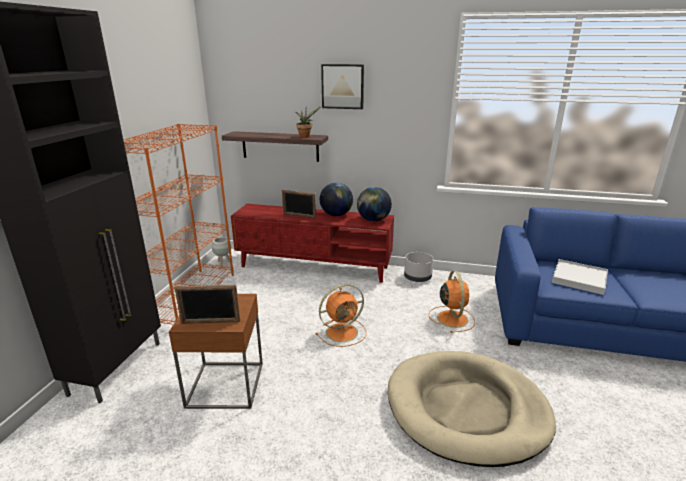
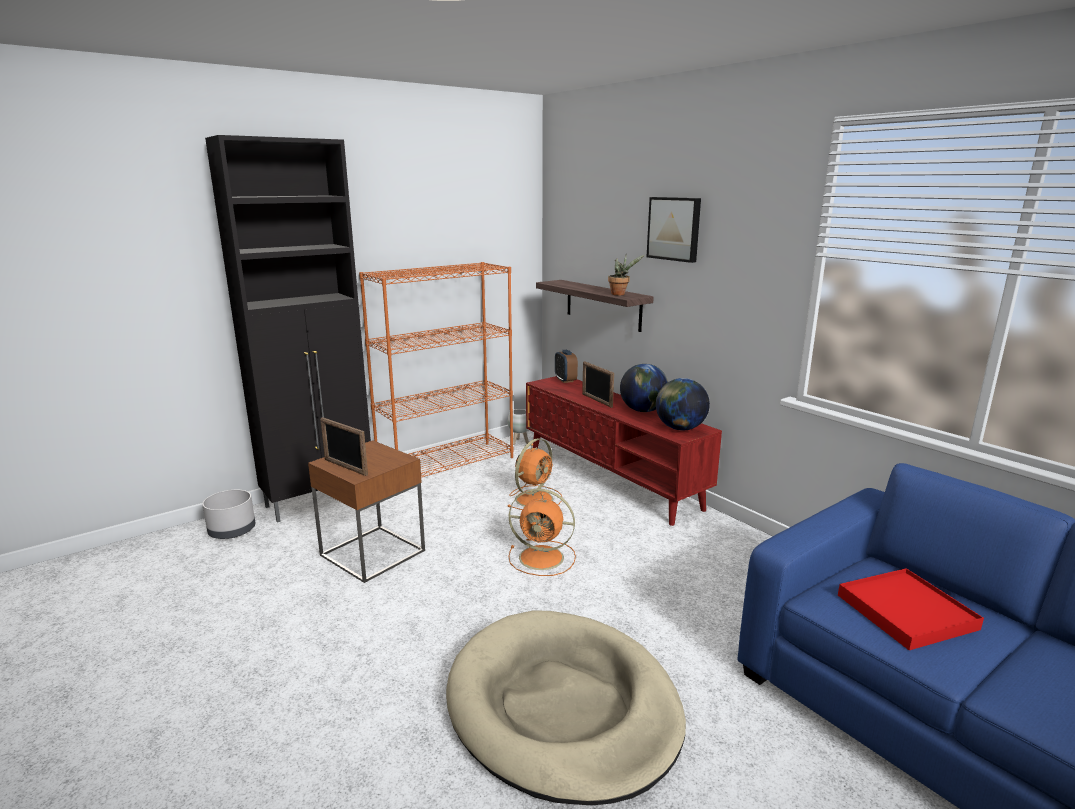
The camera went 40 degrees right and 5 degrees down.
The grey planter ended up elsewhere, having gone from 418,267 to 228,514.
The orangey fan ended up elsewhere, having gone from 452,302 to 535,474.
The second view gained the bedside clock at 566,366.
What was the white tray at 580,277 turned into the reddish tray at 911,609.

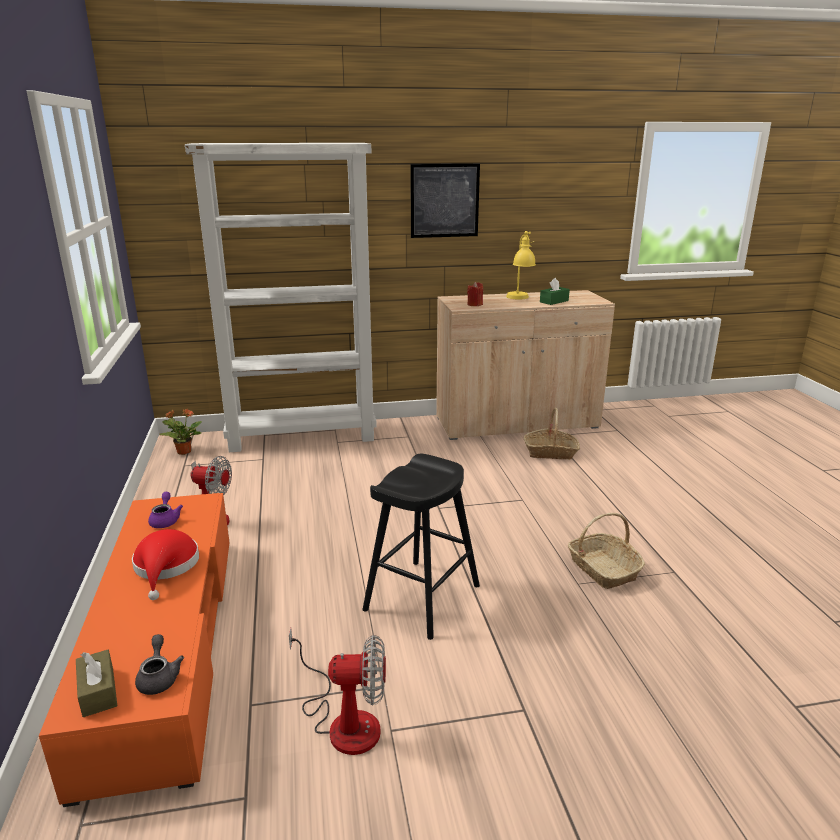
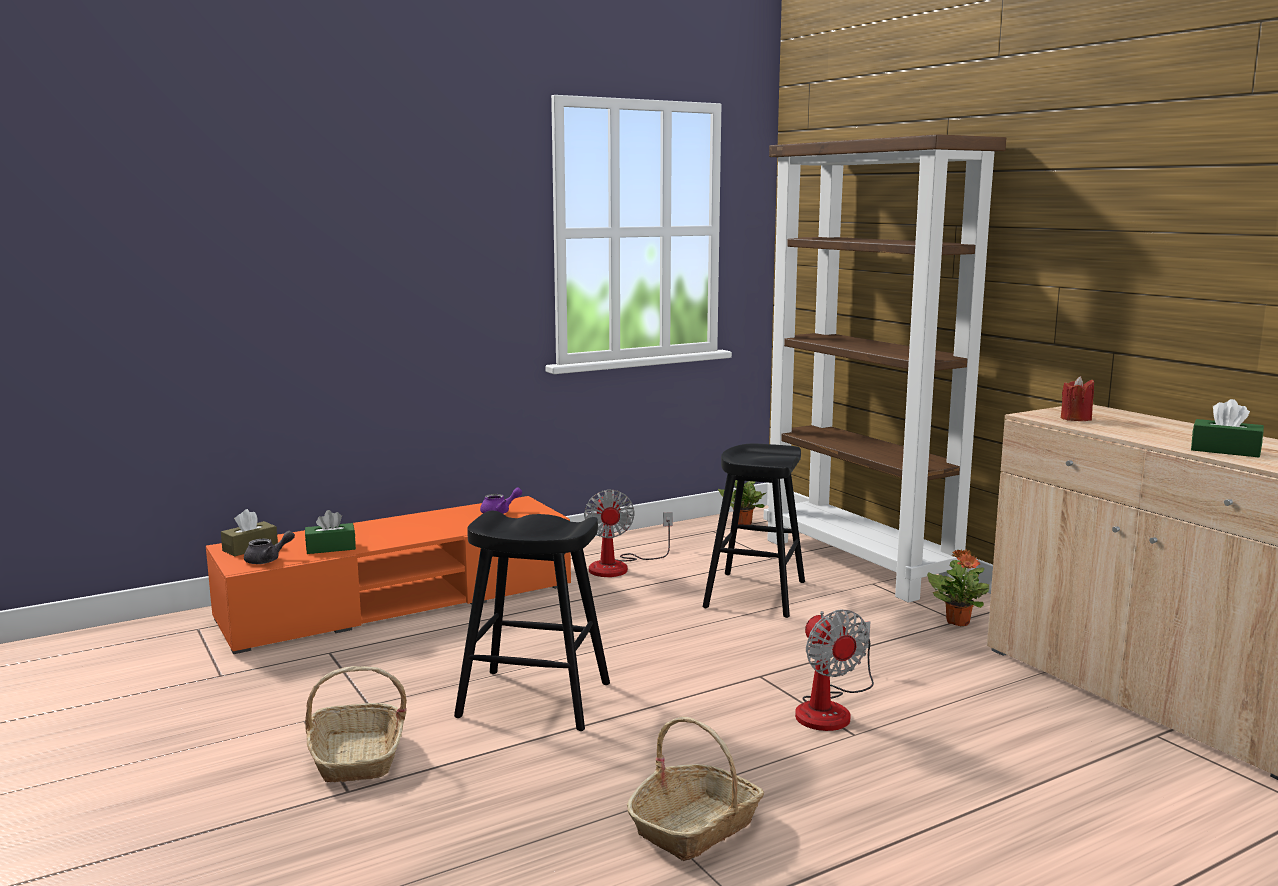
The camera went 70 degrees right and 10 degrees down.
The second view gained the green-coloured tissue box at 330,532.
The household basket ended up elsewhere, having gone from 552,434 to 356,724.
The second view gained the black sitting stool at 754,531.
What was the white shelving unit at 281,297 turned into the brown shelving unit at 885,368.
The fan ended up elsewhere, having gone from 337,691 to 834,670.
The second view gained the potted plant at 958,587.
The second view lost the reddish wearable hat at 165,564.
The second view lost the picture at 445,201.
The second view lost the yellow-coloured tabletop lamp at 521,265.

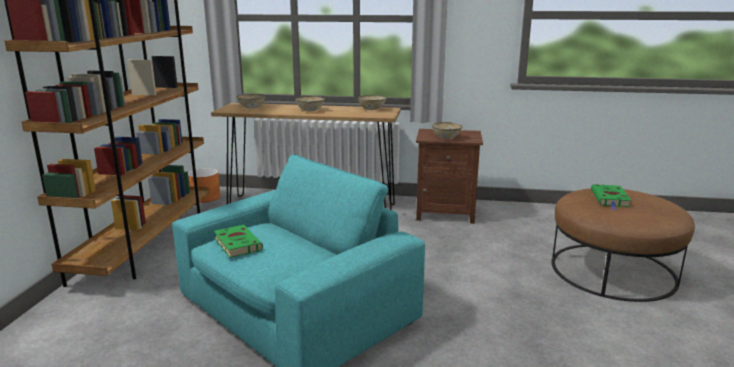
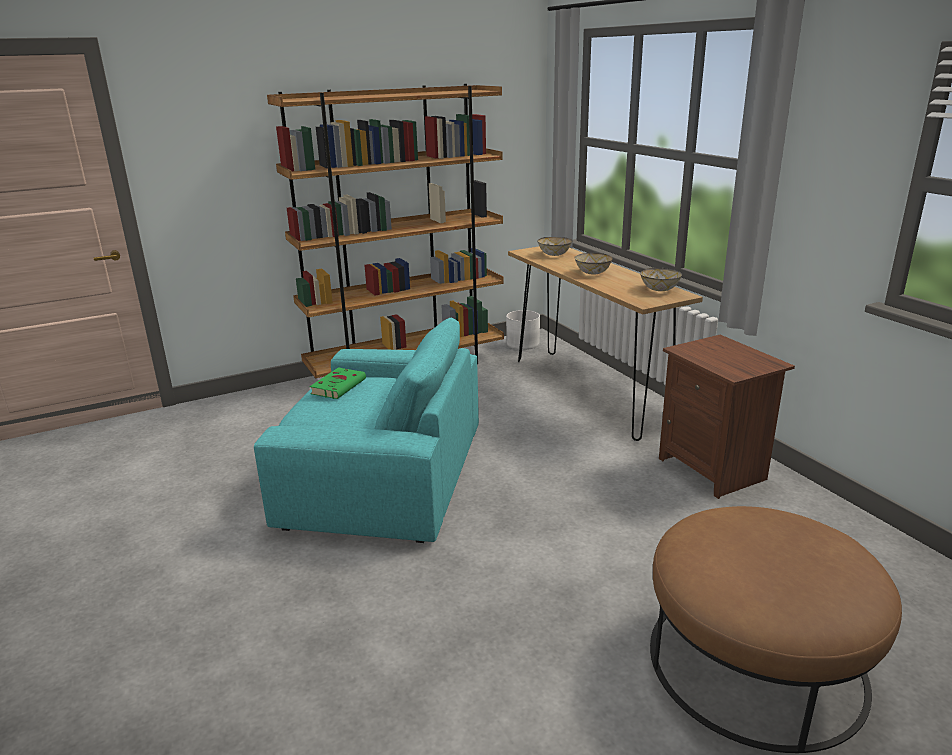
The camera went 55 degrees right and 5 degrees up.
What was the orangey planter at 204,185 turned into the white planter at 523,330.
The second view lost the deep dish at 447,130.
The second view lost the green-coloured bound book at 611,197.

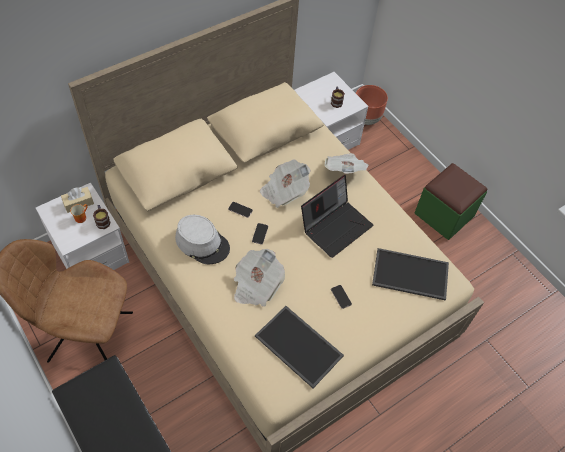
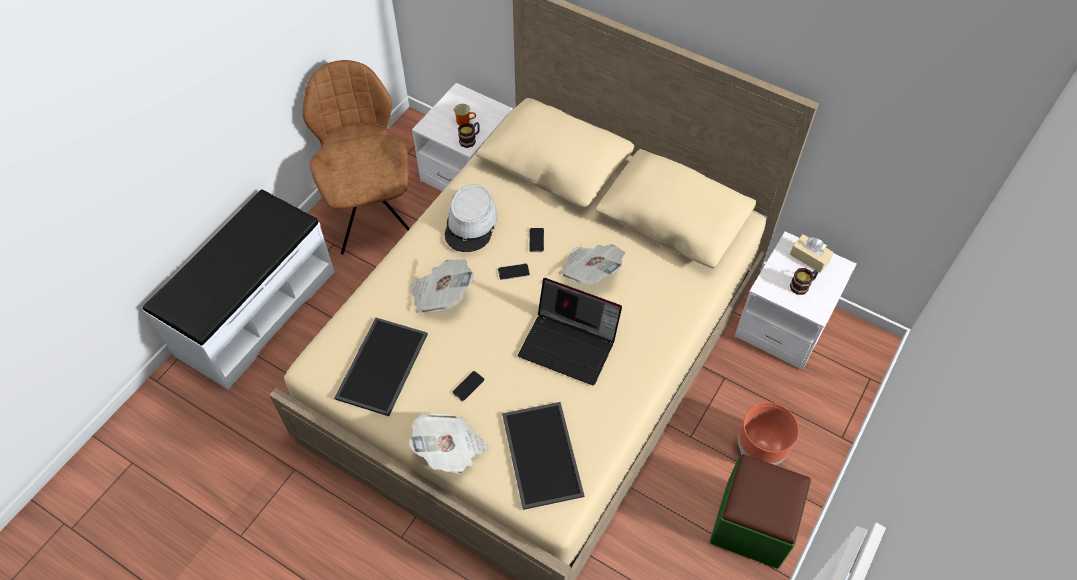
The camera went 70 degrees right and 0 degrees up.
The daily paper ended up elsewhere, having gone from 346,163 to 448,443.
The brown planter ended up elsewhere, having gone from 372,105 to 768,434.
The sand-coloured tissue box ended up elsewhere, having gone from 77,200 to 812,253.

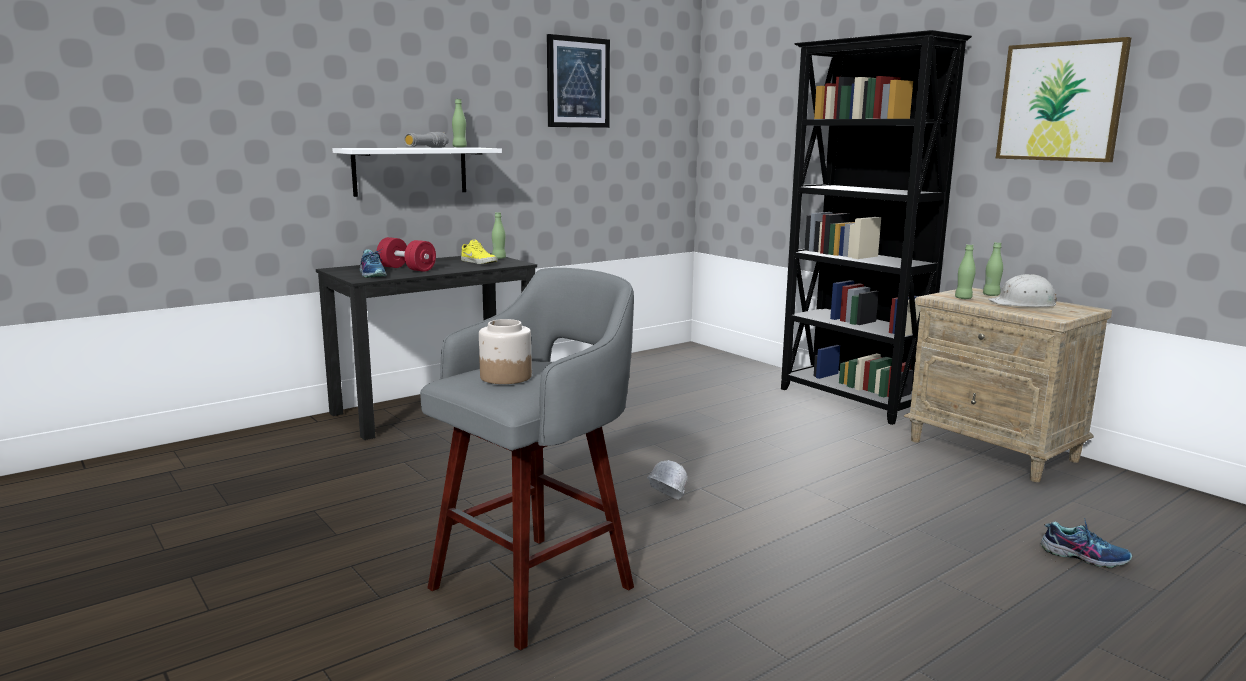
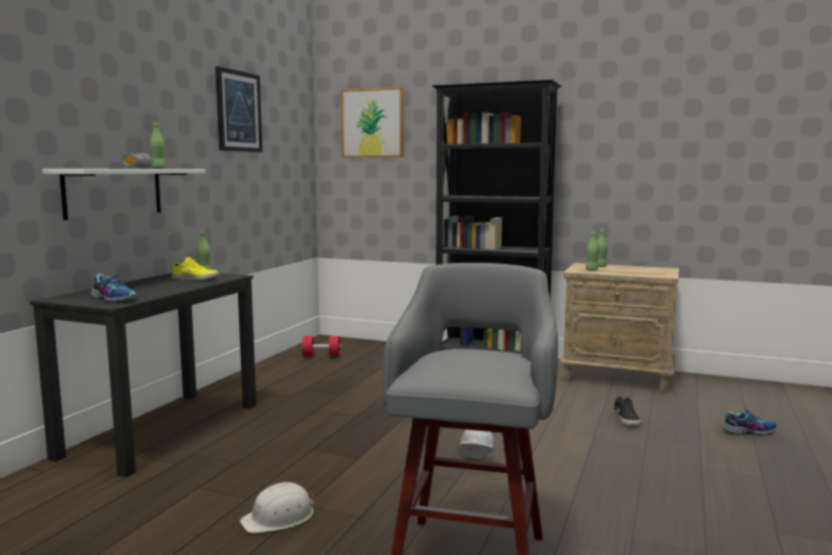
The camera went 30 degrees left and 5 degrees down.
The white safety helmet ended up elsewhere, having gone from 1022,290 to 277,507.
The reddish free weight ended up elsewhere, having gone from 406,254 to 321,346.
The picture ended up elsewhere, having gone from 1064,99 to 372,122.
The second view gained the black shoe at 627,410.
The second view lost the storage jar at 505,351.

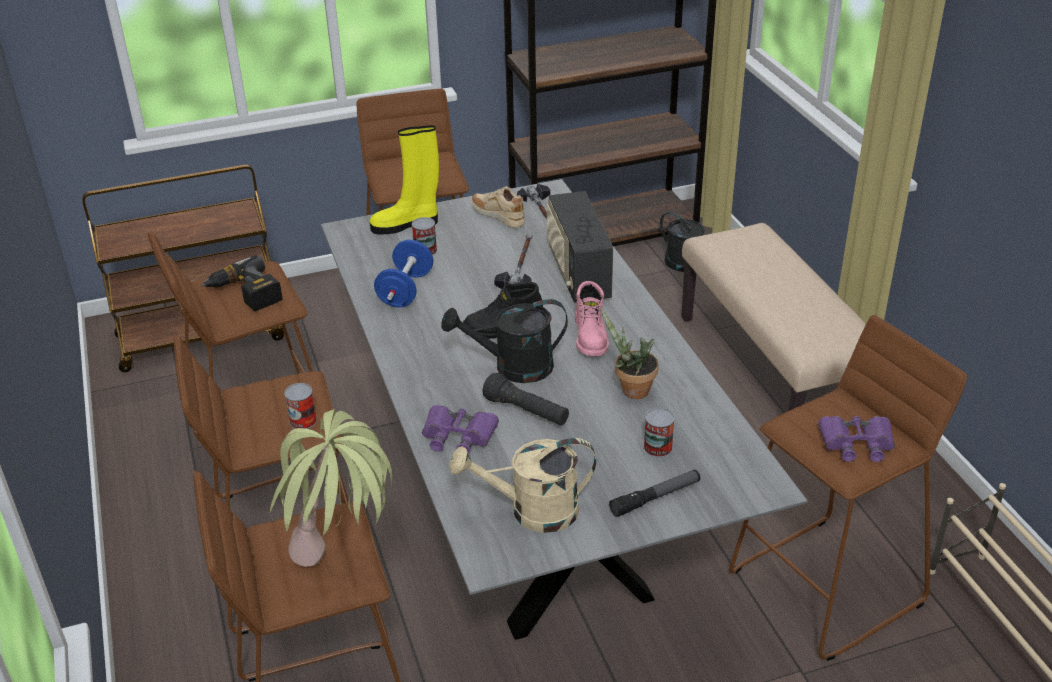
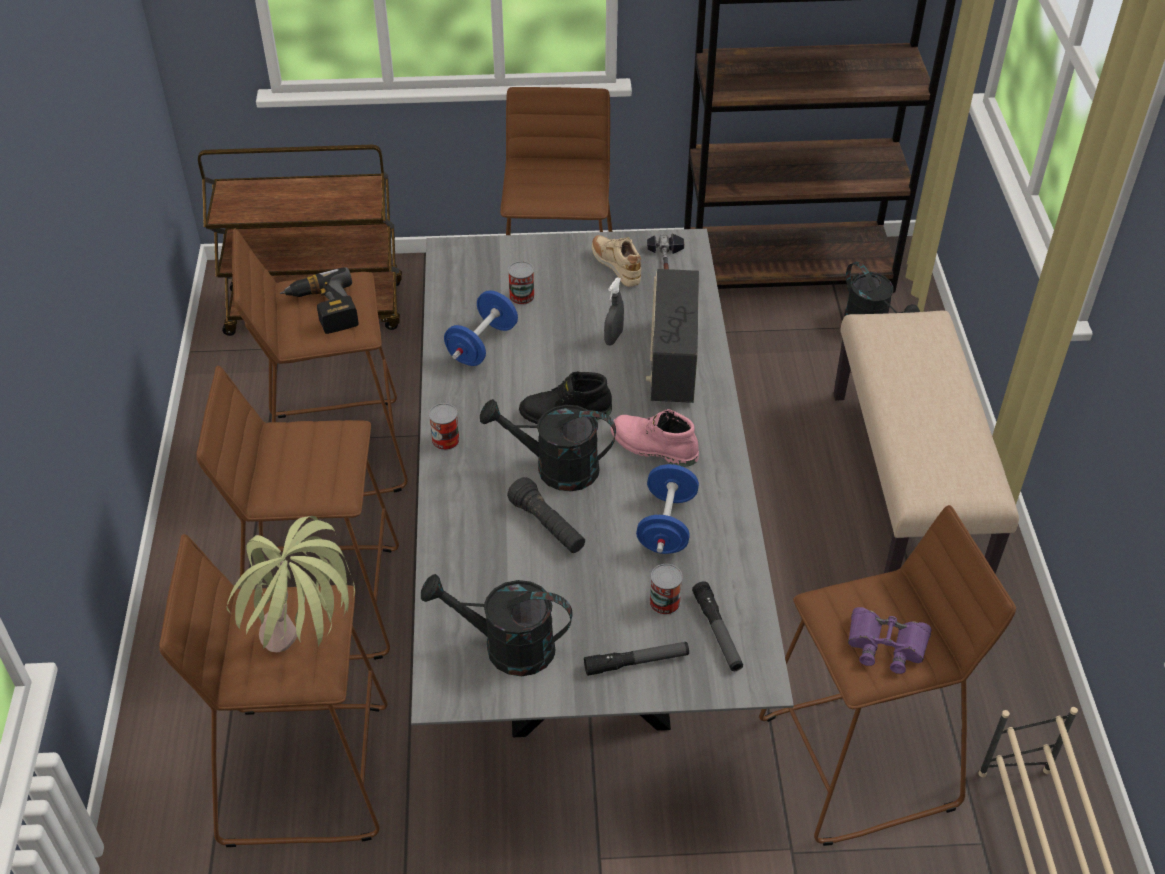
The camera went 15 degrees right and 10 degrees up.
What was the sand-coloured watering can at 522,485 turned into the black watering can at 497,625.
The sealed can ended up elsewhere, having gone from 300,406 to 444,427.
Where the tool hammer stood at 513,261, the grey spray bottle came to stand at 614,311.
The pink-coloured tall boot at 592,318 ended up facing another way, 105 degrees clockwise from before.
Where the potted plant stood at 629,353, the blue free weight came to stand at 667,509.
The second view gained the torch at 717,626.
The second view lost the yellow-coloured tall boot at 404,179.
The second view lost the purple field glasses at 460,429.

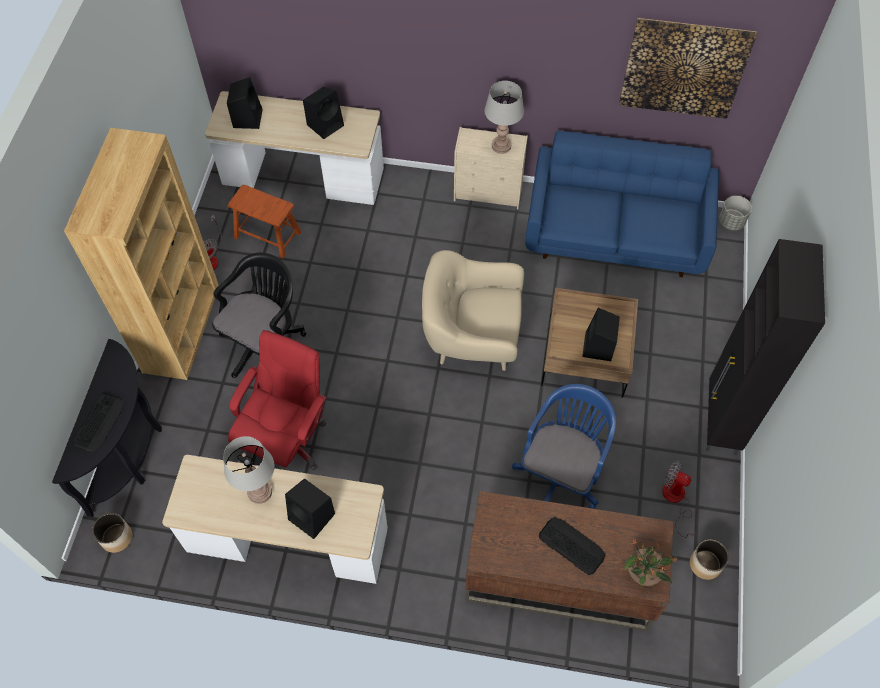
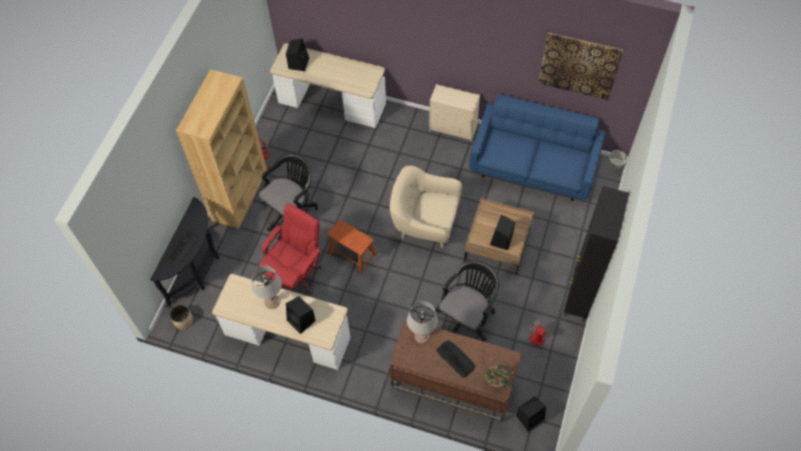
The camera went 10 degrees right and 0 degrees up.
The brown sitting stool ended up elsewhere, having gone from 264,221 to 351,246.
The grey tabletop lamp ended up elsewhere, having gone from 504,117 to 422,322.
What was the blue office chair at 564,446 turned into the black office chair at 467,301.
The black loudspeaker ended up elsewhere, having gone from 323,113 to 531,414.
The second view lost the planter at 709,560.

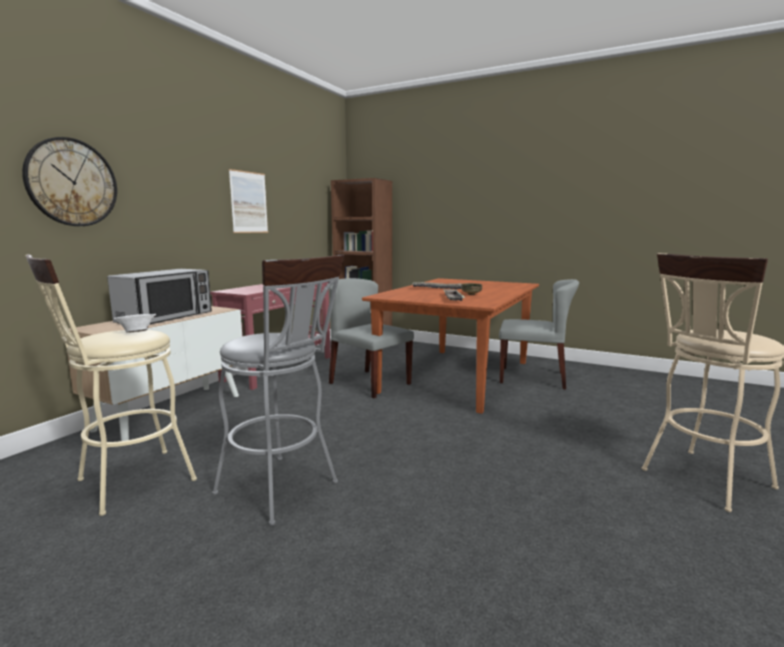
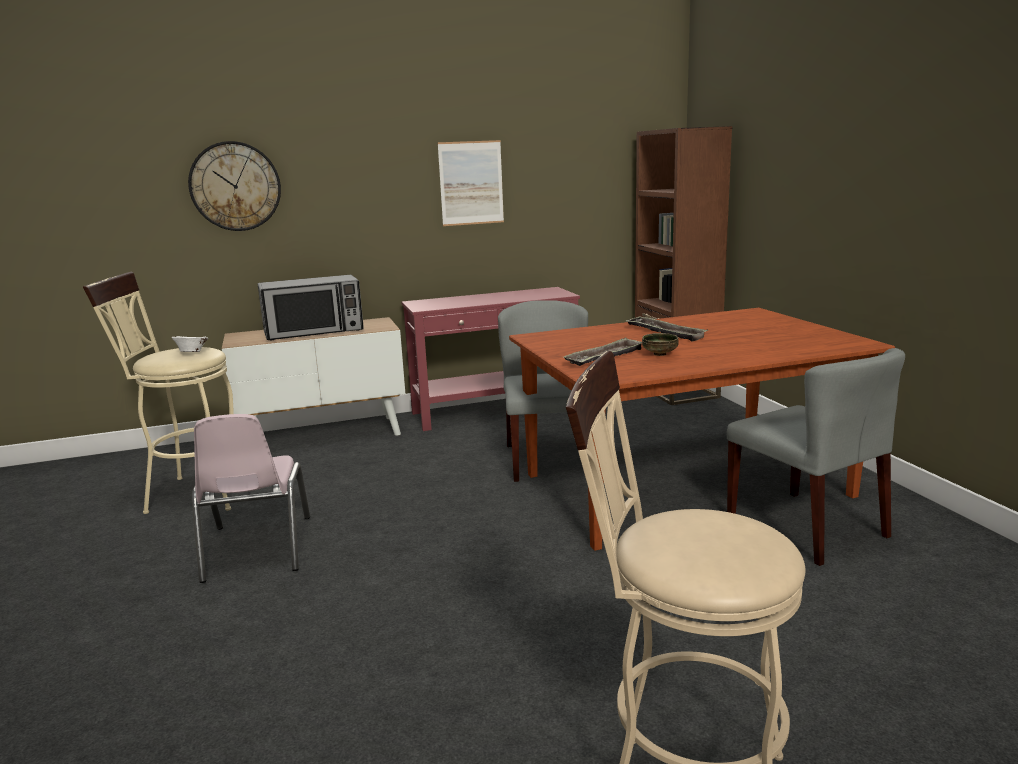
The camera went 45 degrees right and 5 degrees up.
Where the grey sitting stool stood at 278,390, the pink-coloured plain chair came to stand at 251,498.

